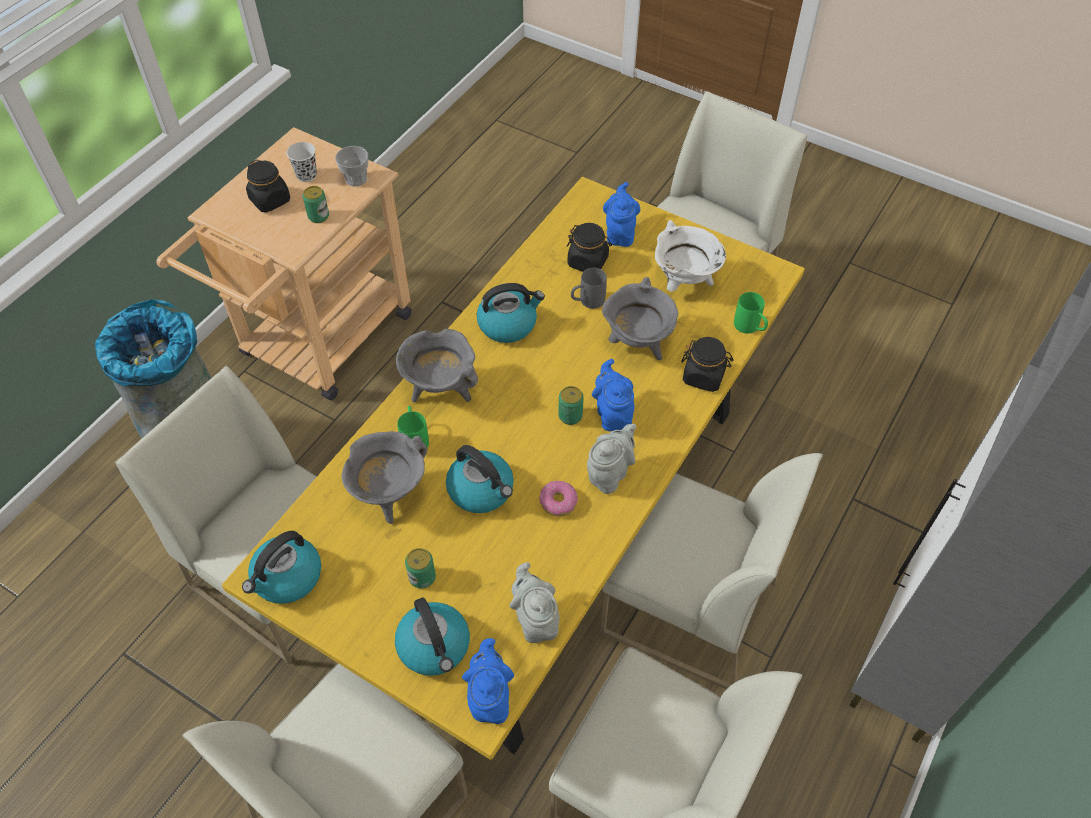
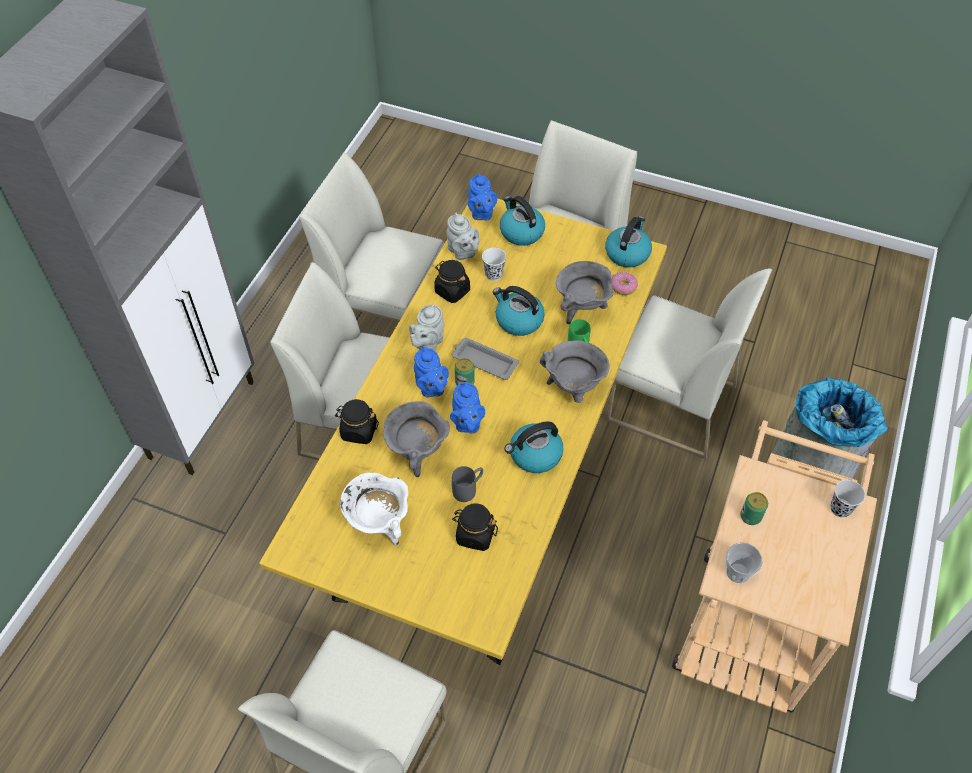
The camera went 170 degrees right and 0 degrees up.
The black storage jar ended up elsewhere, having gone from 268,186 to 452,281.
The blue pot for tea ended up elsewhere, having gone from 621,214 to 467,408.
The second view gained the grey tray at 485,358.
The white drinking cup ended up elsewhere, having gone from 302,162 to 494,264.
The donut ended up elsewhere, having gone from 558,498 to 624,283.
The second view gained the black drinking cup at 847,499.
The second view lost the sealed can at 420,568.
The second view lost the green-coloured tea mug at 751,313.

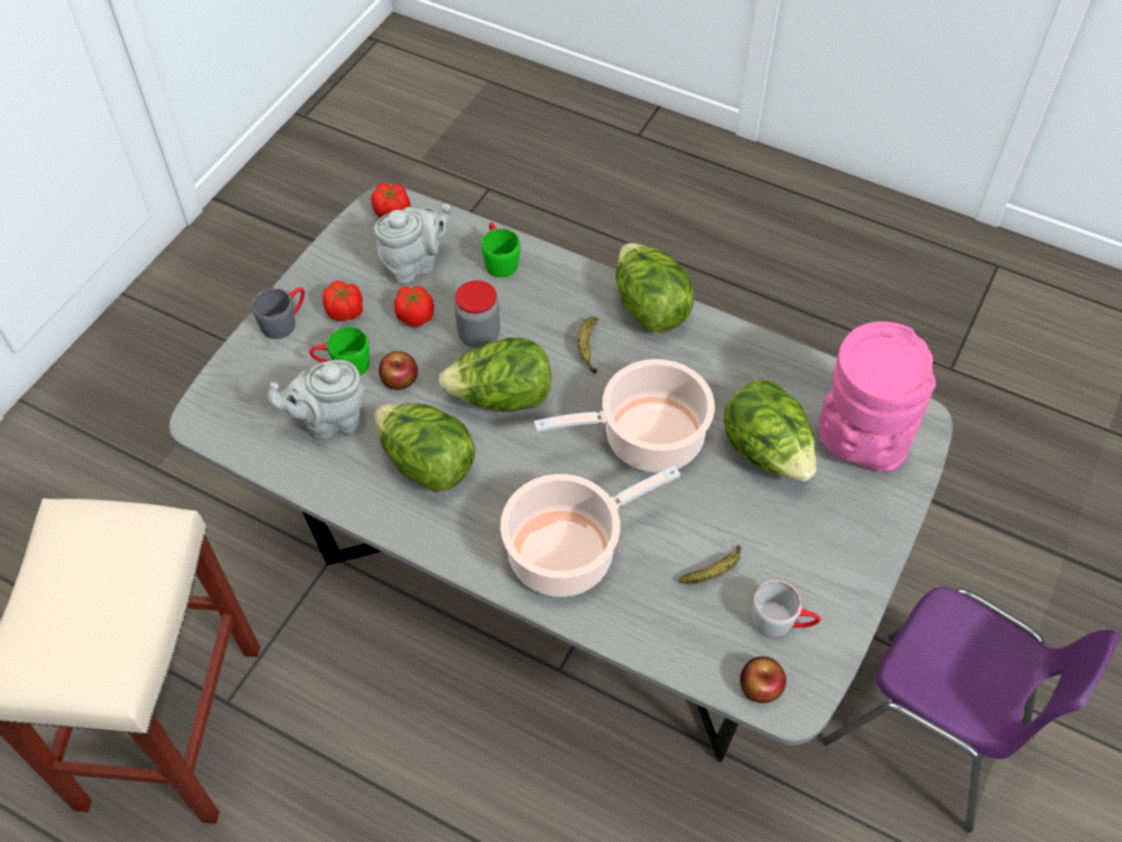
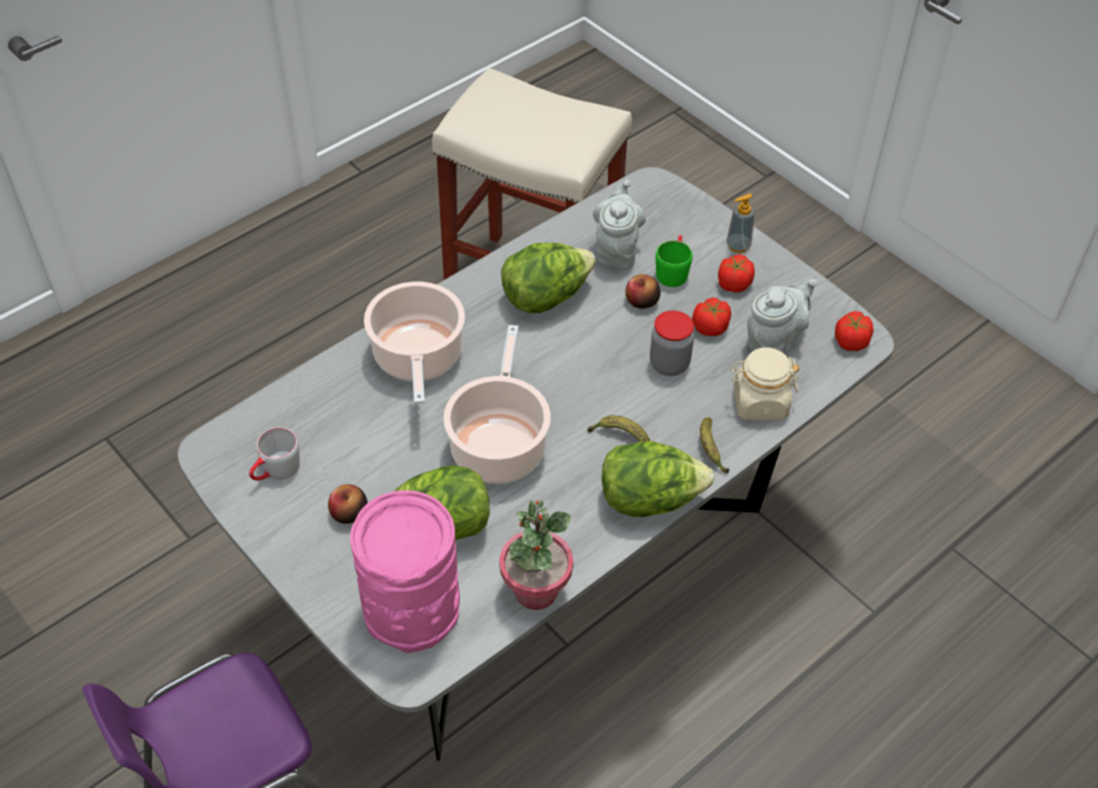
The camera went 110 degrees right and 5 degrees down.
The apple ended up elsewhere, having gone from 763,679 to 348,504.
The second view gained the potted plant at 536,555.
The banana fruit ended up elsewhere, having gone from 710,564 to 714,445.
Where the grey tea mug stood at 278,313, the liquid soap bottle came to stand at 740,223.
Where the green-coloured tea mug stood at 500,250, the sand-coloured storage jar came to stand at 764,384.
The grey pot for tea at 413,244 ended up facing another way, 120 degrees counterclockwise from before.
The second view lost the head of lettuce at 494,375.

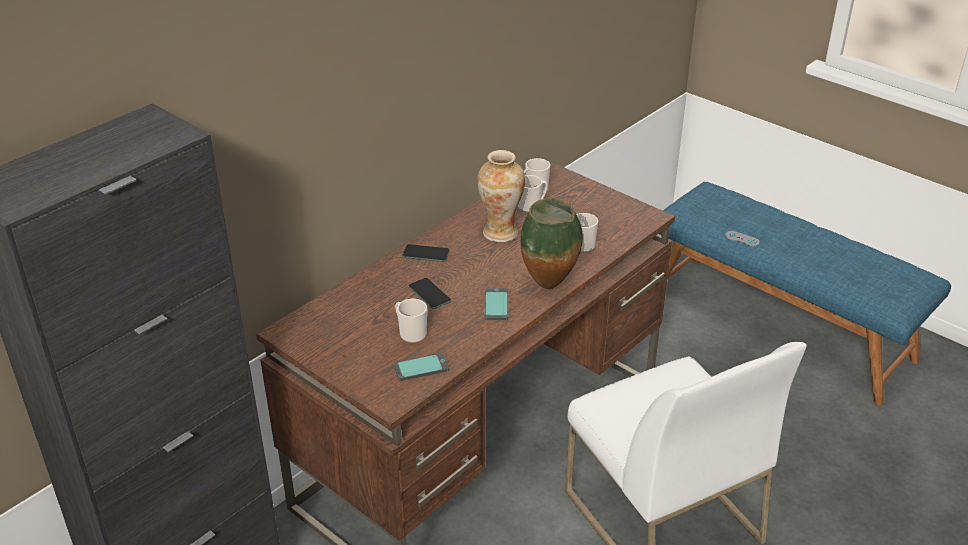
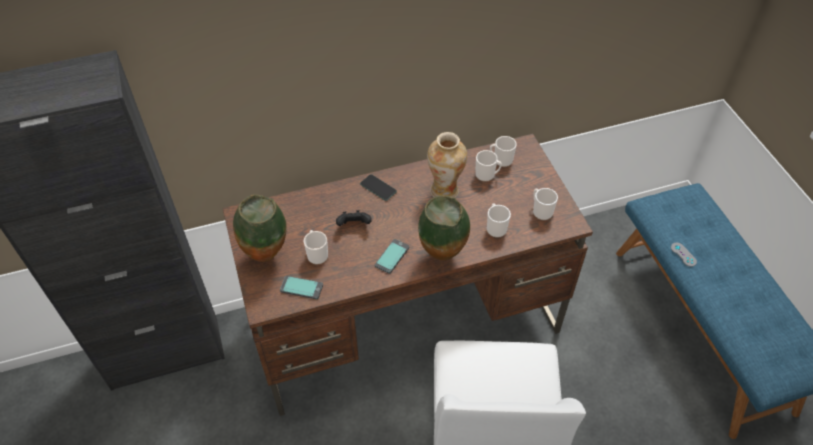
The camera went 30 degrees right and 15 degrees up.
The second view gained the decorative vase at 260,228.
Where the telephone stood at 430,293, the black game controller came to stand at 354,218.
The second view gained the tea mug at 545,204.

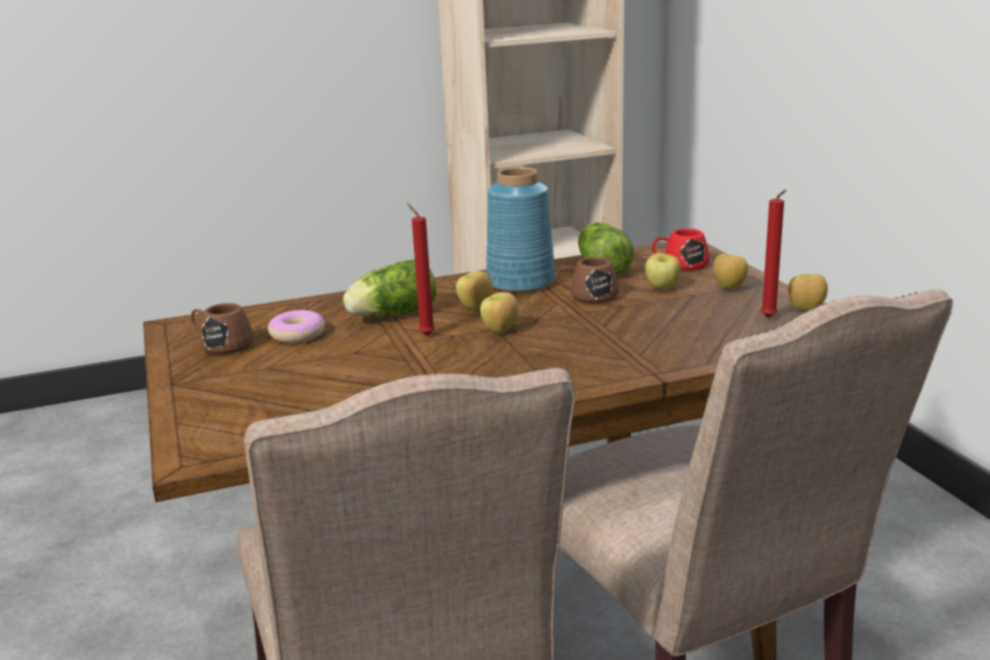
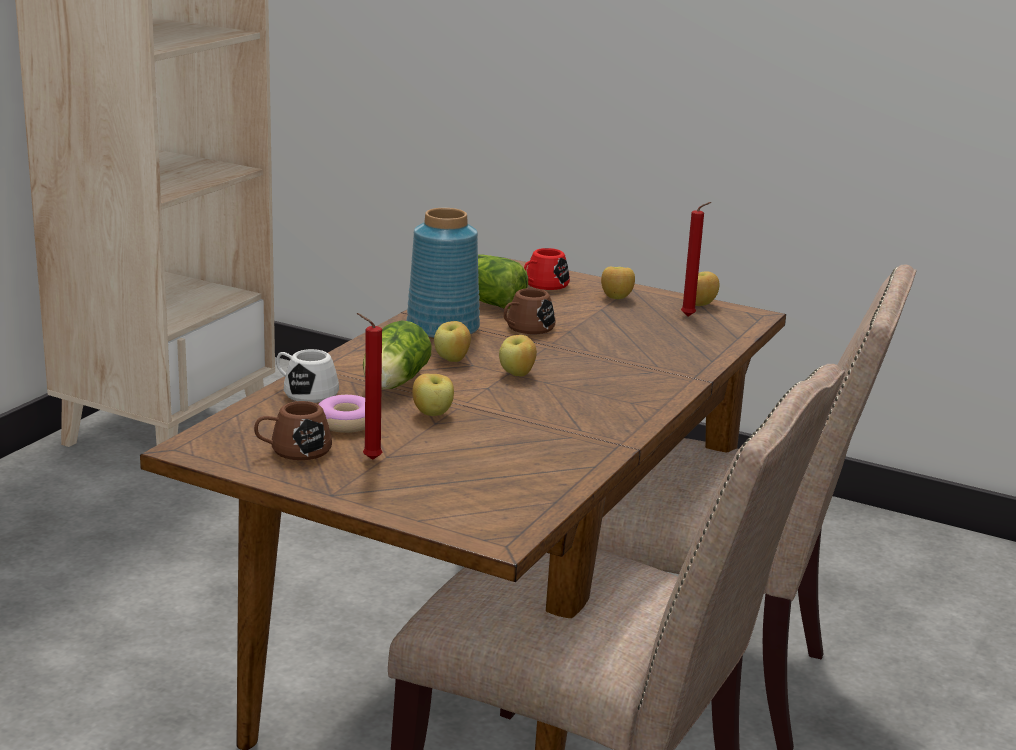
The camera went 45 degrees left and 0 degrees up.
The second view gained the white tea mug at 307,376.
The reddish wax light ended up elsewhere, having gone from 421,269 to 370,386.
The apple ended up elsewhere, having gone from 663,271 to 433,395.

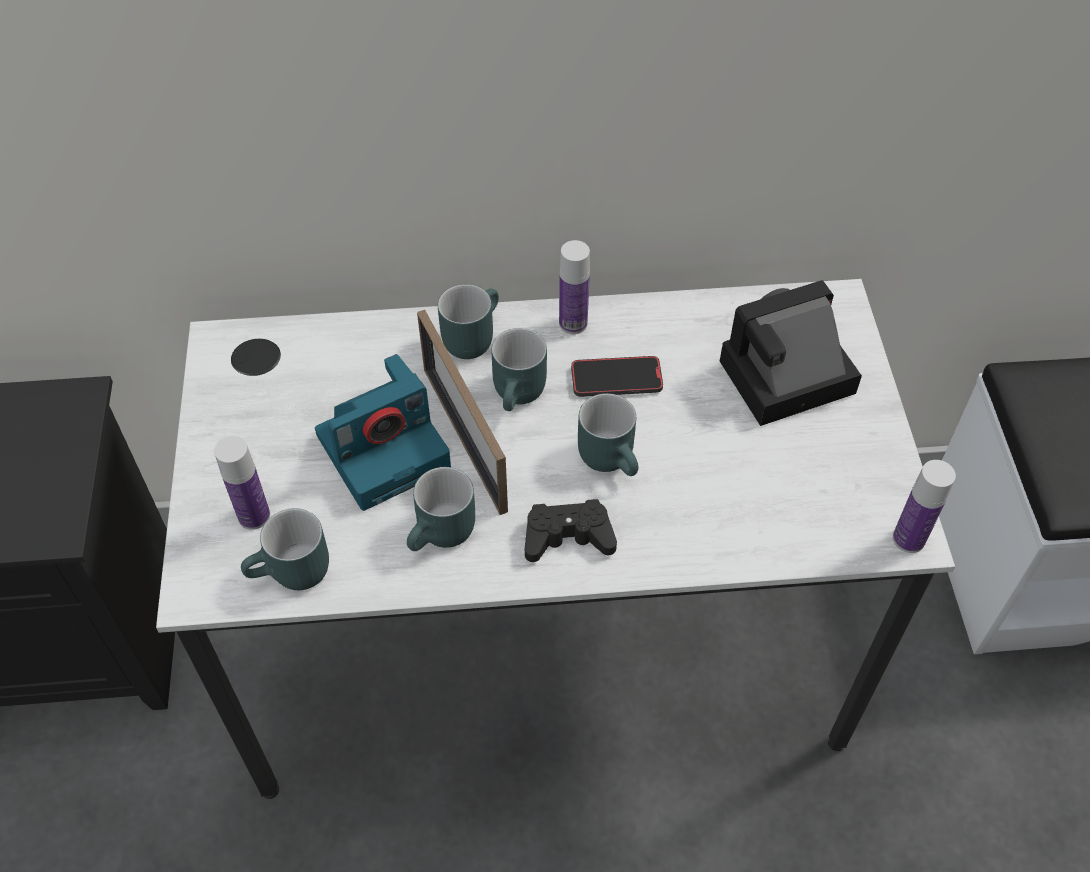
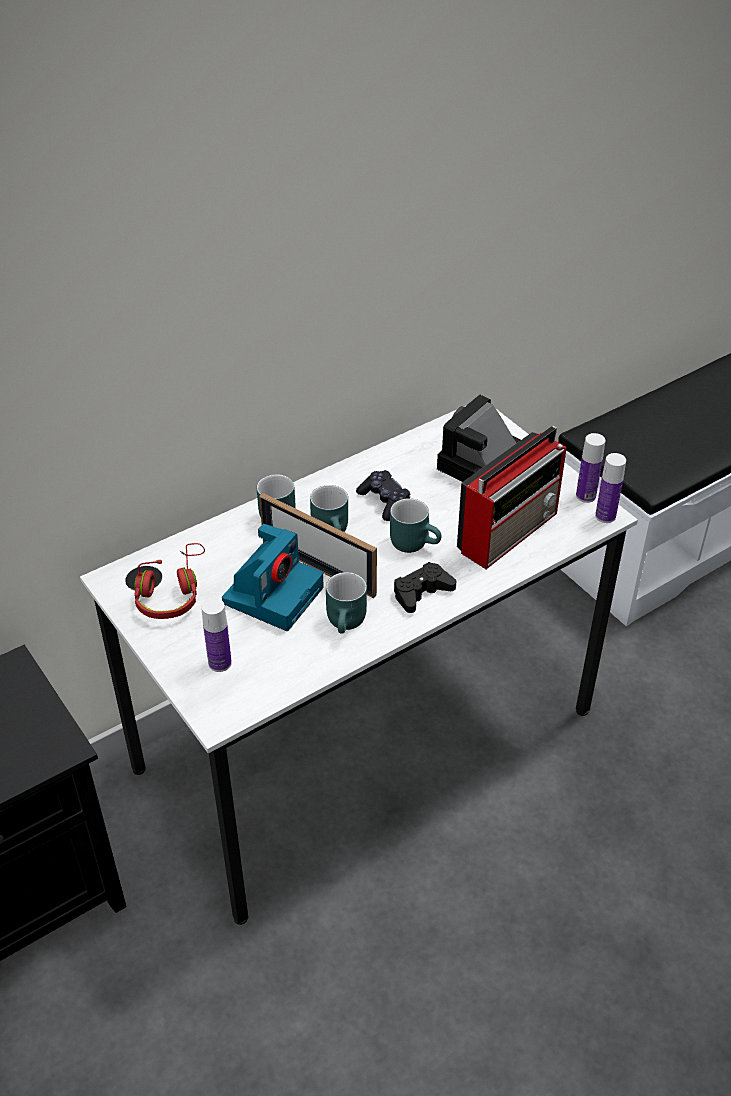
The camera went 30 degrees left and 10 degrees down.
The second view gained the reddish headphones at 169,581.
Where the telephone stood at 617,376, the black game controller came to stand at 383,495.
The second view gained the radio at 511,497.
The drink bottle ended up elsewhere, having gone from 574,287 to 590,468.
The second view lost the blue-green tea mug at 285,549.

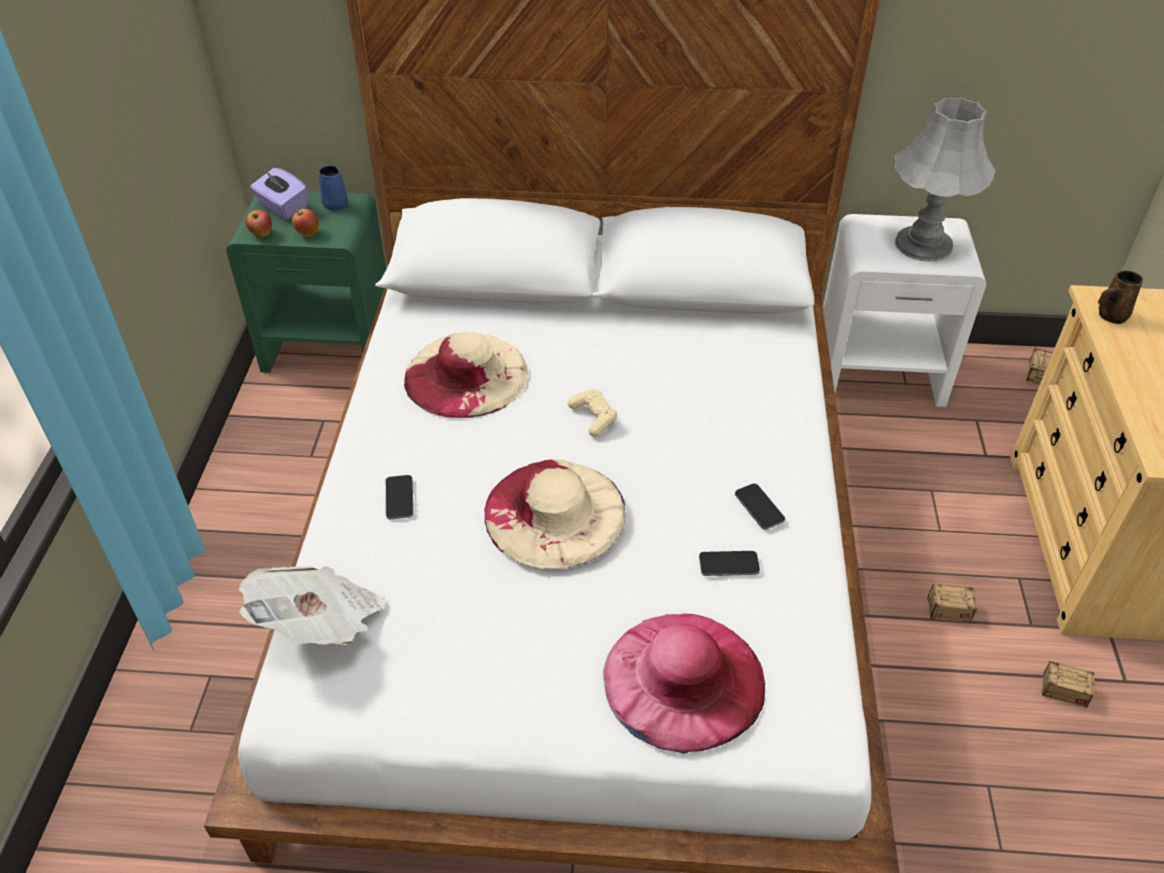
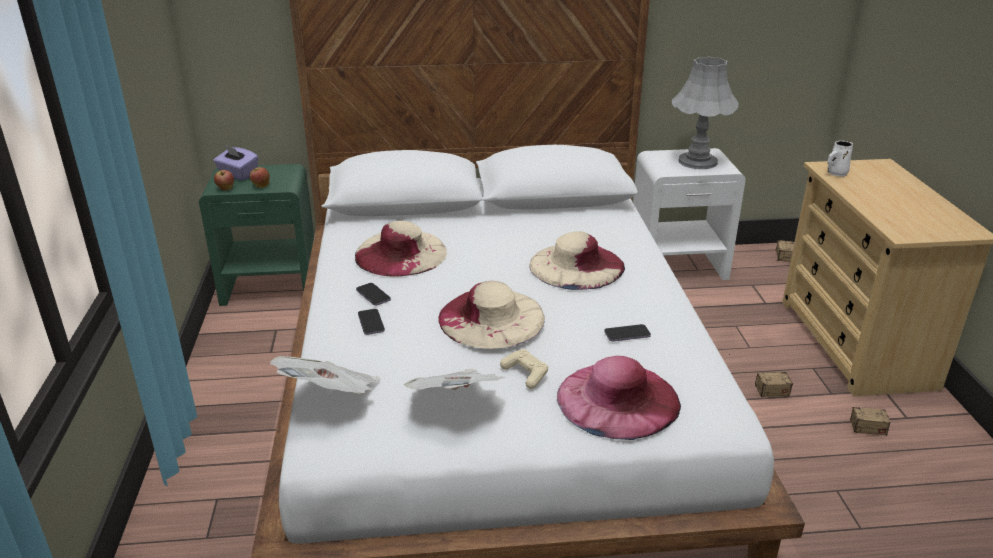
The camera went 10 degrees left and 15 degrees down.
The telephone ended up elsewhere, having gone from 760,506 to 373,294.
The second view gained the daily paper at 453,379.
The sand-coloured game controller ended up elsewhere, having gone from 592,413 to 524,369.
The second view gained the sand-coloured wearable hat at 577,260.
What was the brown tea mug at 1120,297 turned into the white tea mug at 840,159.
The second view lost the blue tea mug at 332,188.

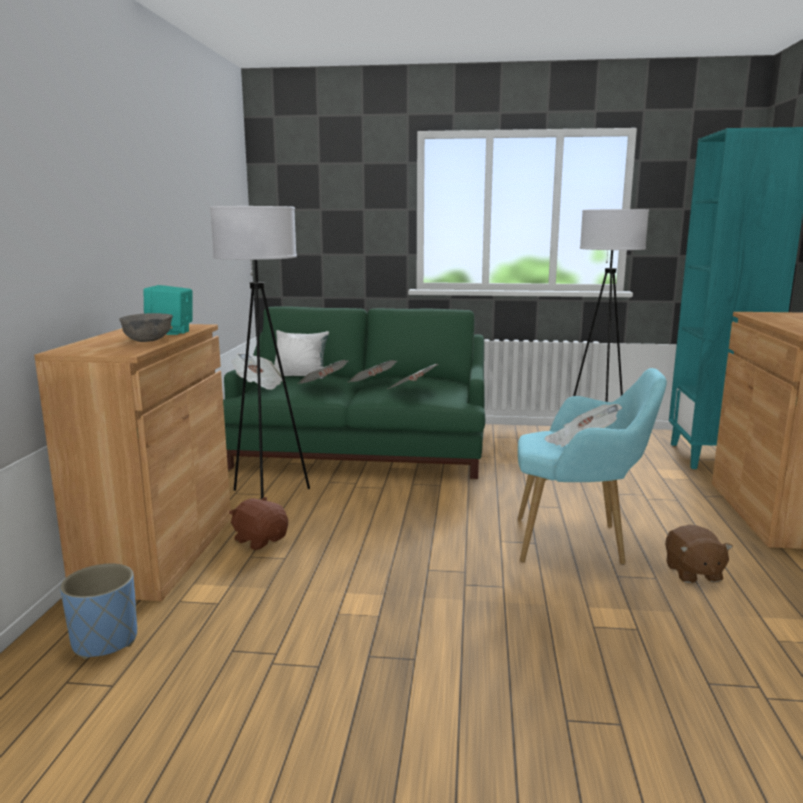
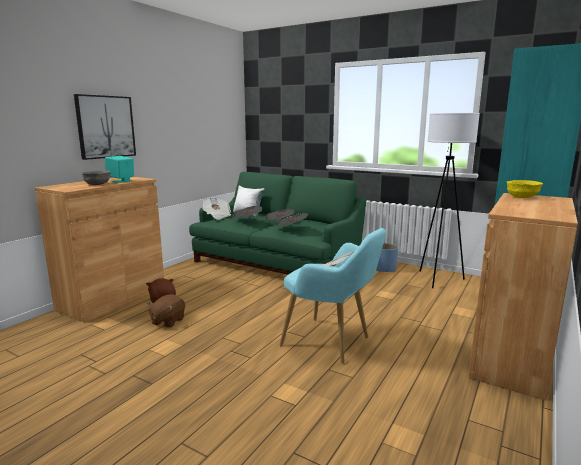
The camera went 25 degrees right and 0 degrees up.
The second view gained the picture at 105,127.
The brown plush toy ended up elsewhere, having gone from 699,554 to 166,311.
The blue planter ended up elsewhere, having gone from 98,611 to 387,257.
The second view gained the yellow-coloured deep dish at 525,189.
The second view lost the white standing lamp at 260,352.

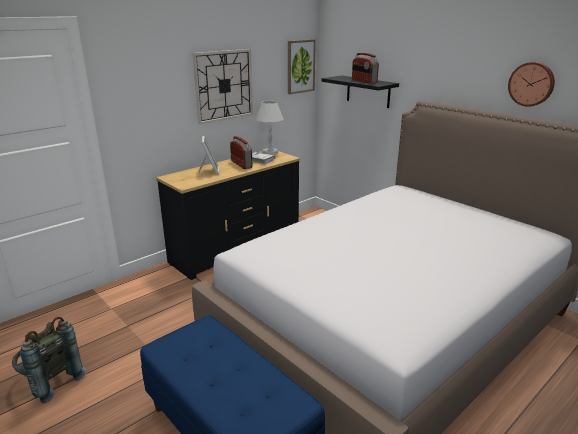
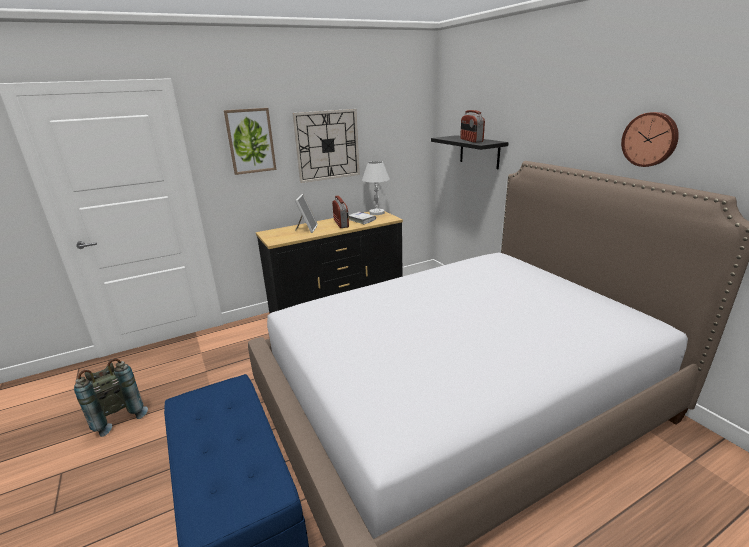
The camera went 15 degrees right and 0 degrees up.
The picture ended up elsewhere, having gone from 302,66 to 250,141.

